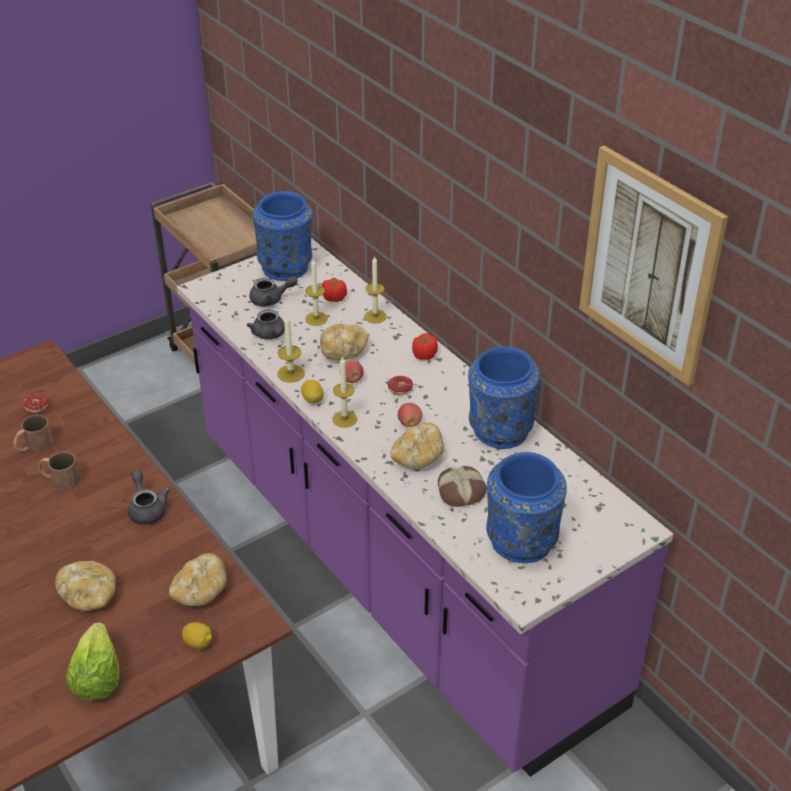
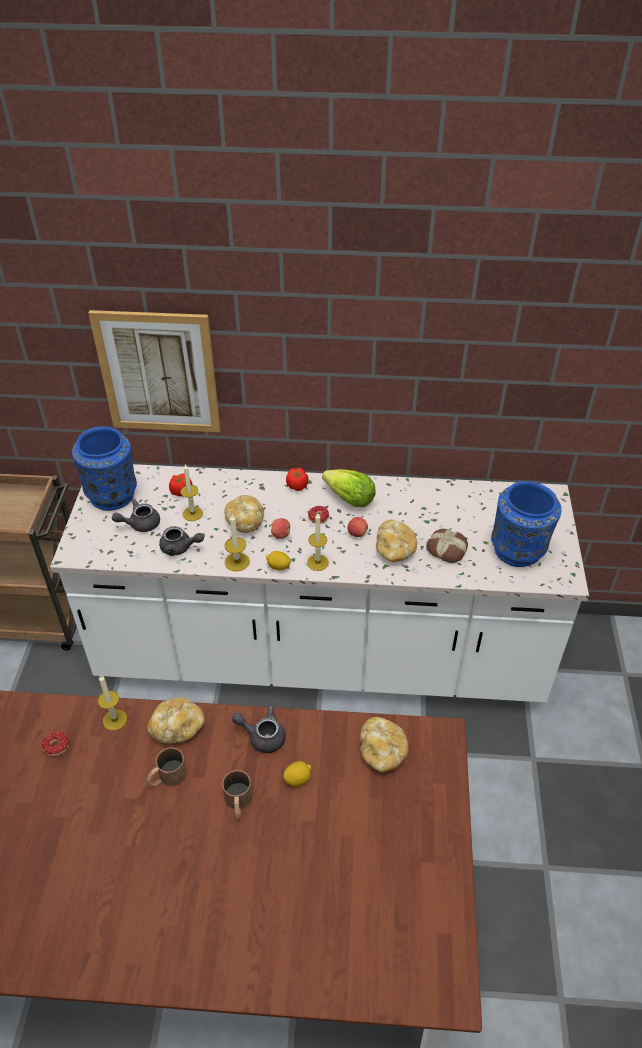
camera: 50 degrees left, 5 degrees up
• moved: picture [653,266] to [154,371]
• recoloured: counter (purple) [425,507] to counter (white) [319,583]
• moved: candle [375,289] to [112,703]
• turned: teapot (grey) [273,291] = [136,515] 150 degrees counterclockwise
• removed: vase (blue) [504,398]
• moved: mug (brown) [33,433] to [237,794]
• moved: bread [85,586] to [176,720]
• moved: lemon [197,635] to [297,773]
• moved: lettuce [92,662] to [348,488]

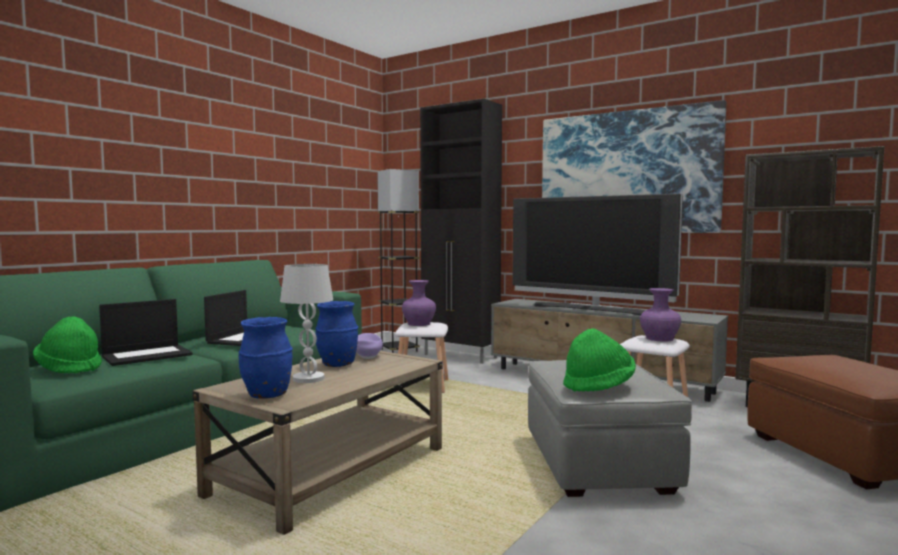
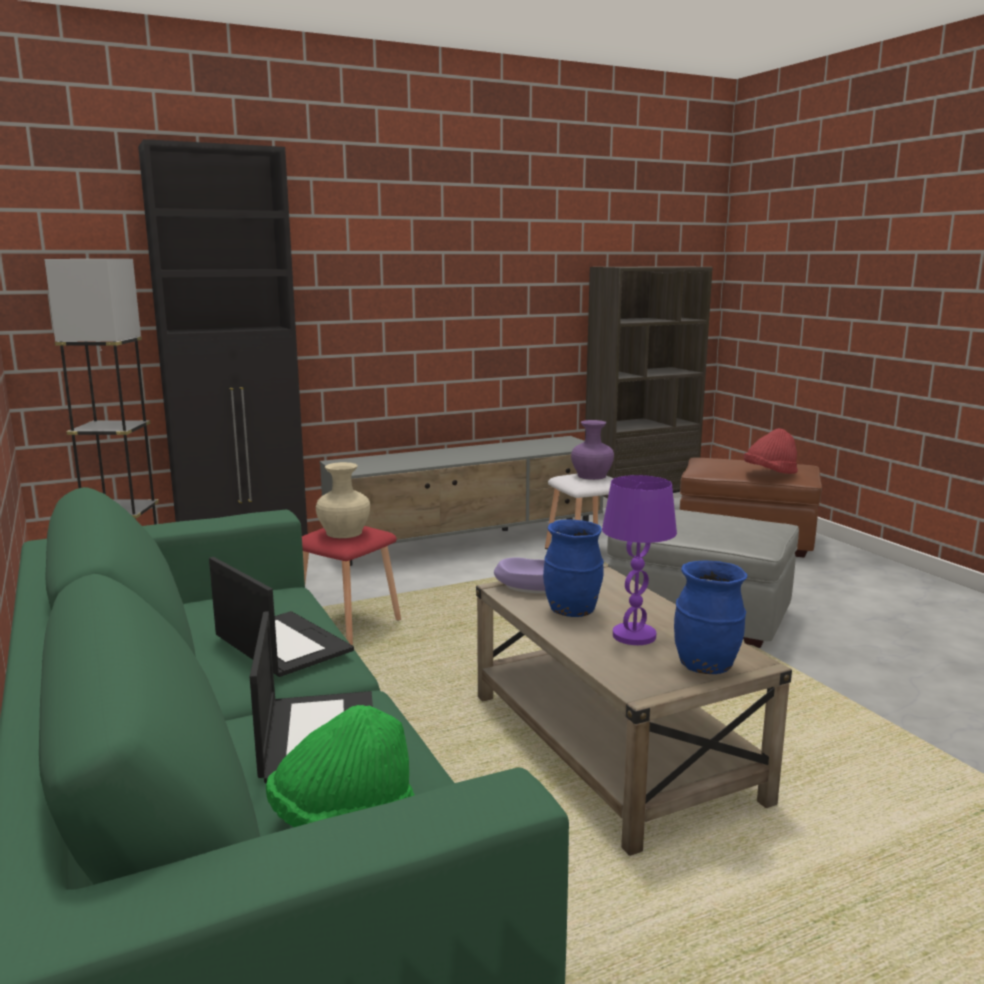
camera: 60 degrees left, 10 degrees up
• removed: picture [634,166]
• removed: television [597,254]
• recoloured: table lamp (white) [306,323] to table lamp (purple) [639,560]
• recoloured: vase (purple) [419,303] to vase (beige) [343,500]
• recoloured: stool (white) [422,357] to stool (red) [351,585]
• removed: hat (green) [599,360]
• added: hat (red) [771,451]

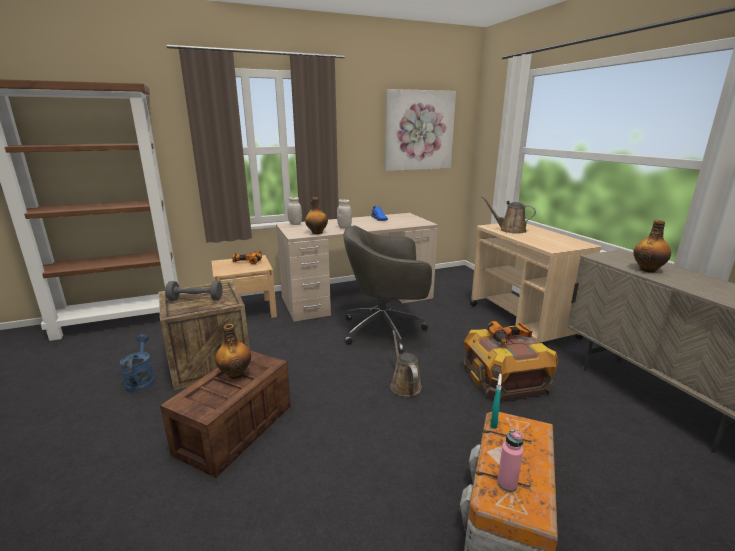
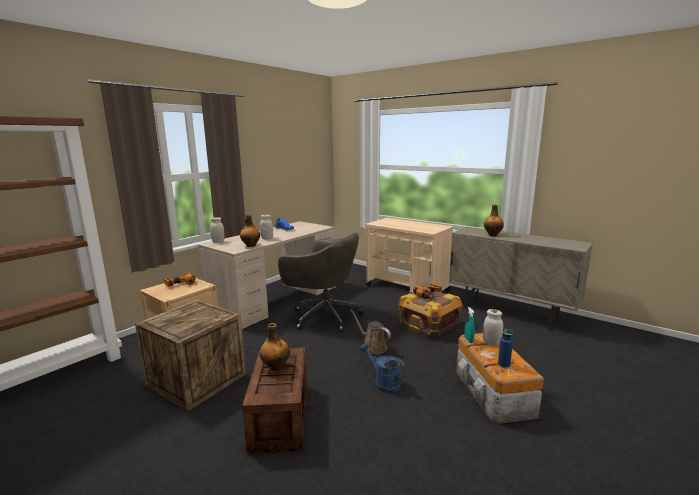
camera: 30 degrees left, 5 degrees down
• removed: picture [420,130]
• removed: watering can (brown) [508,215]
• turned: office chair (grey) [387,288] = [321,282] 120 degrees counterclockwise
• removed: dumbbell (grey) [194,291]
• moved: watering can (blue) [137,364] to [383,368]
• recoloured: bottle (pink) [510,460] to bottle (blue) [505,348]
• added: jar (white) [493,327]

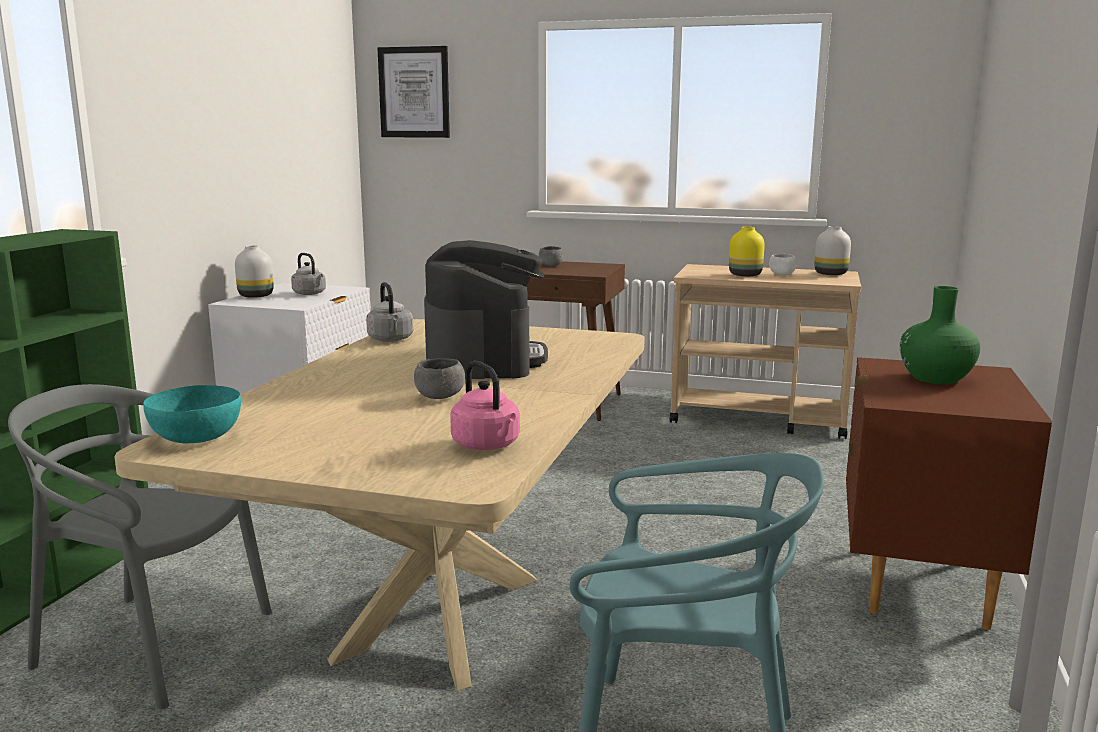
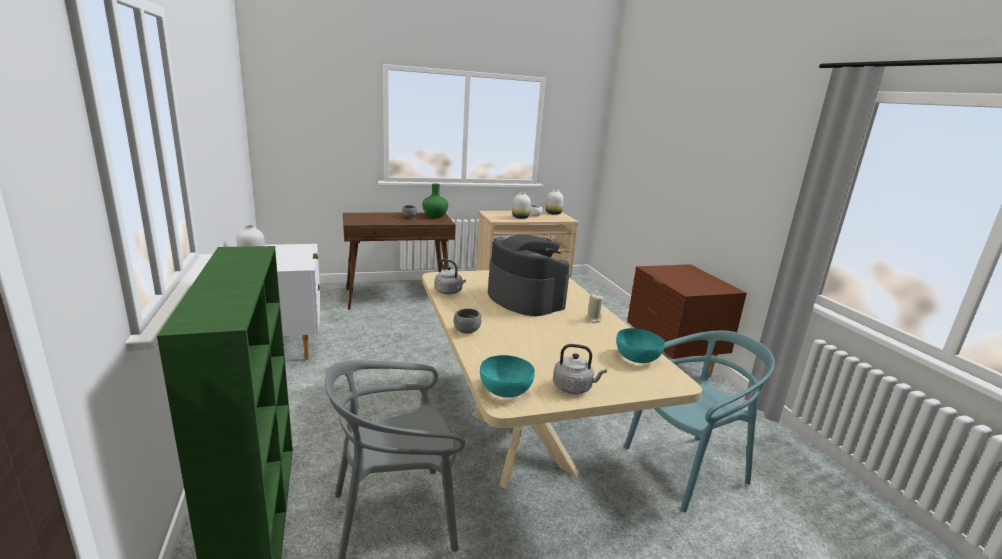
camera: 35 degrees left, 5 degrees up
• removed: picture [413,92]
• recoloured: vase (yellow) [747,251] to vase (white) [521,205]
• moved: kettle (grey) [308,274] to [580,369]
• moved: vase (green) [940,335] to [435,200]
• moved: bowl (grey) [439,378] to [467,321]
• replaced: kettle (pink) [485,405] to bowl (turquoise) [640,345]
• added: candle (beige) [594,308]

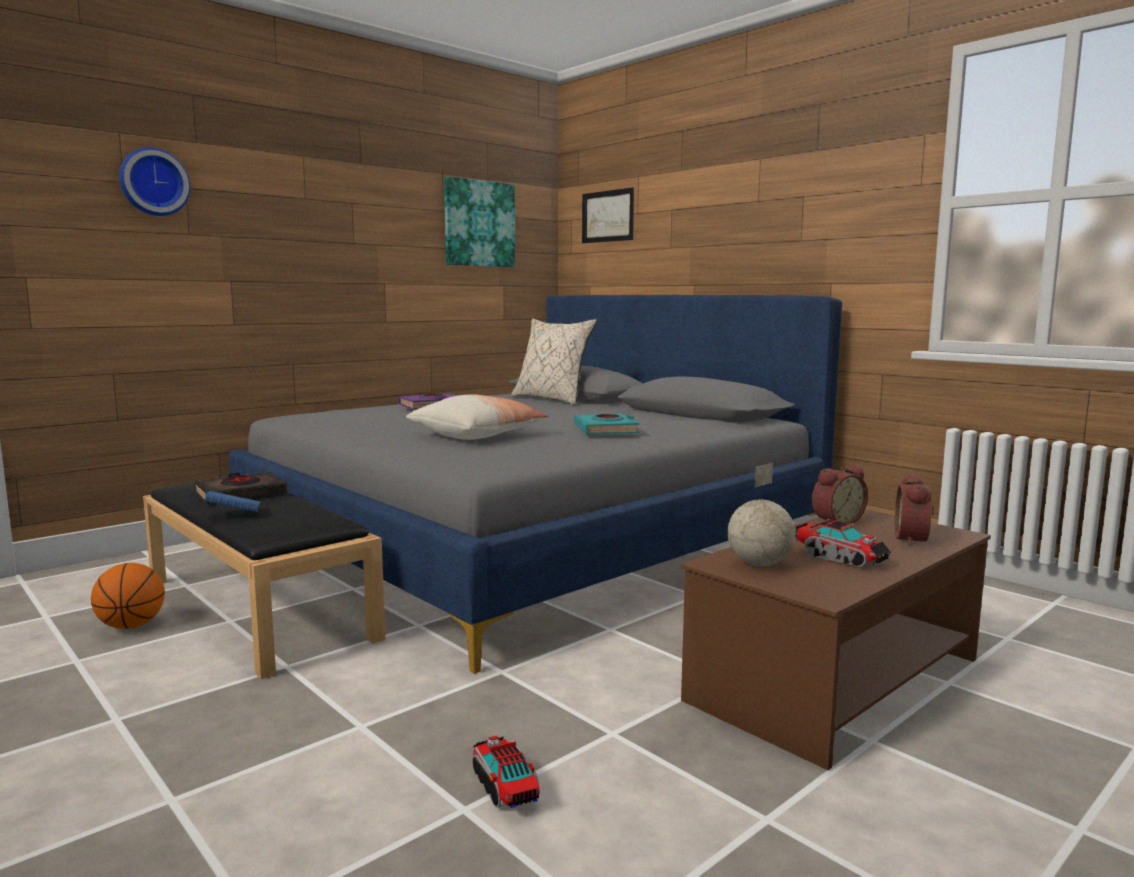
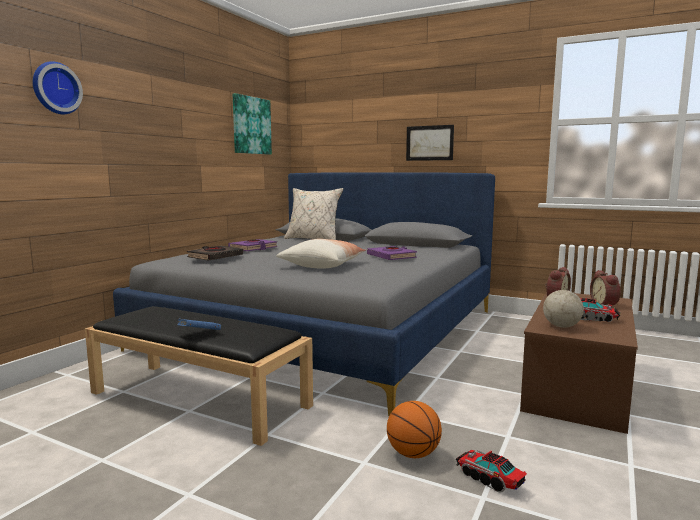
camera: 20 degrees left, 0 degrees up
• moved: picture [608,215] to [430,143]
• recoloured: book (turquoise) [606,424] to book (purple) [392,253]
• moved: book (black) [240,487] to [215,253]
• moved: basketball [128,596] to [414,429]

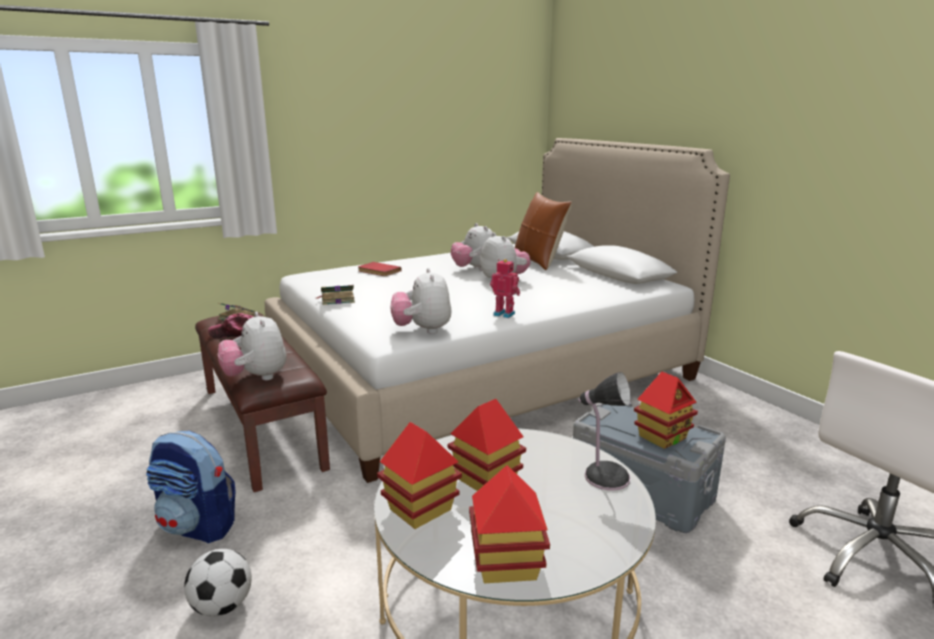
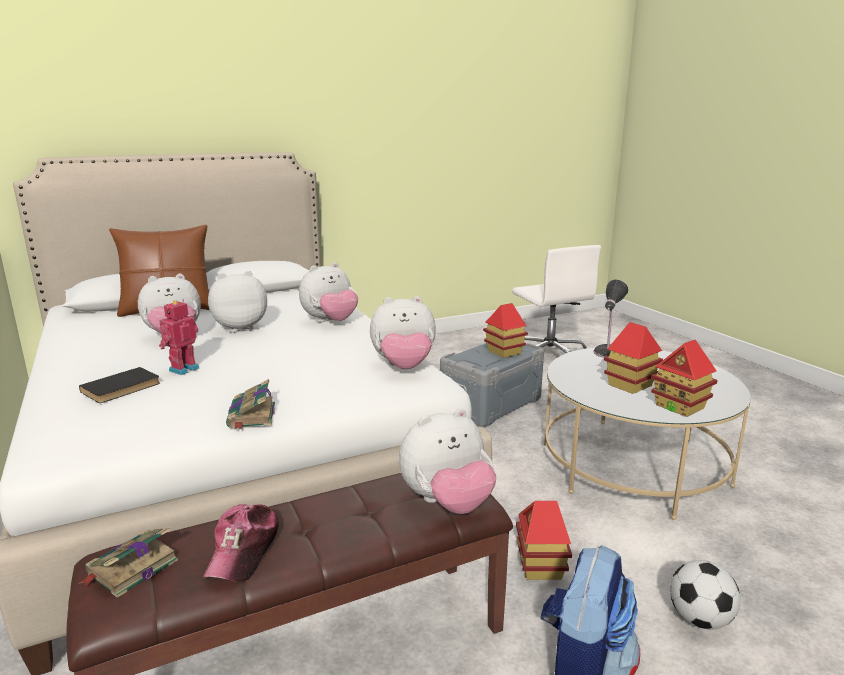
camera: 85 degrees left, 0 degrees up
• moved: toy robot [505,288] to [179,337]
• recoloured: book (red) [380,269] to book (black) [119,385]
• moved: toy house [509,524] to [544,540]
• added: plush toy [328,292]

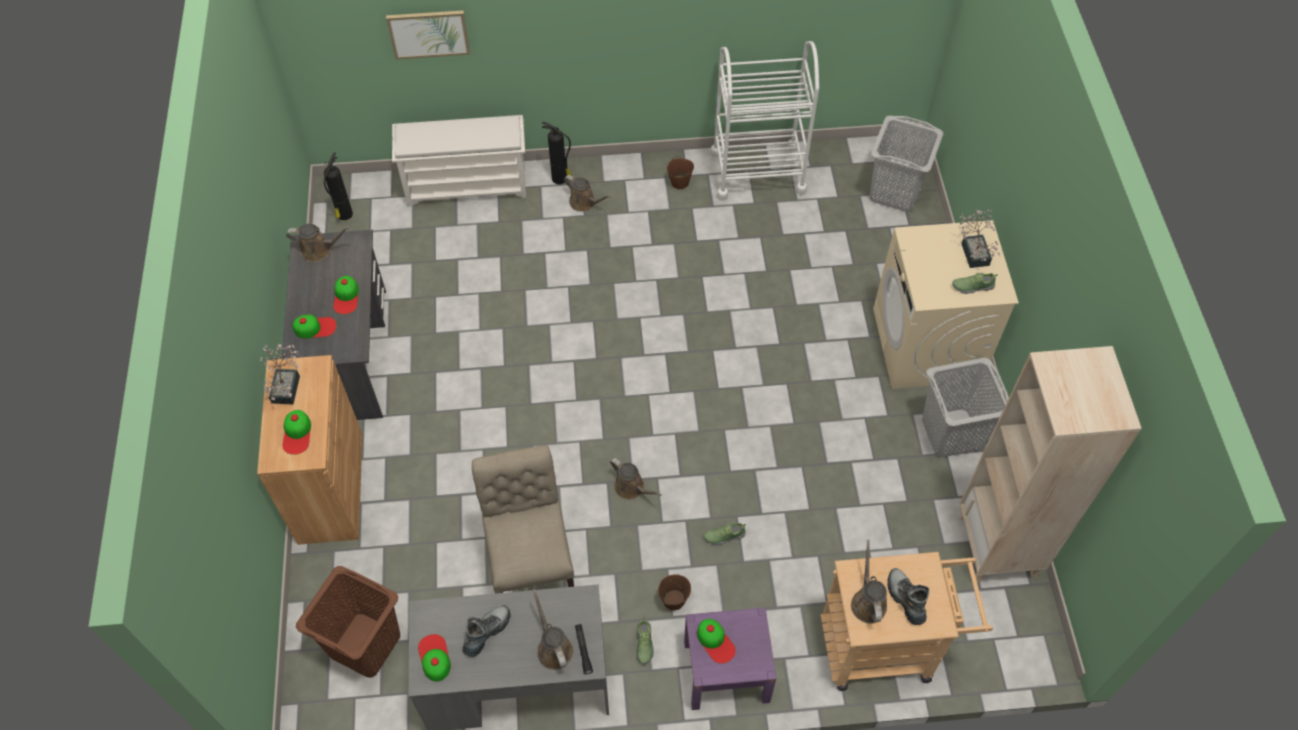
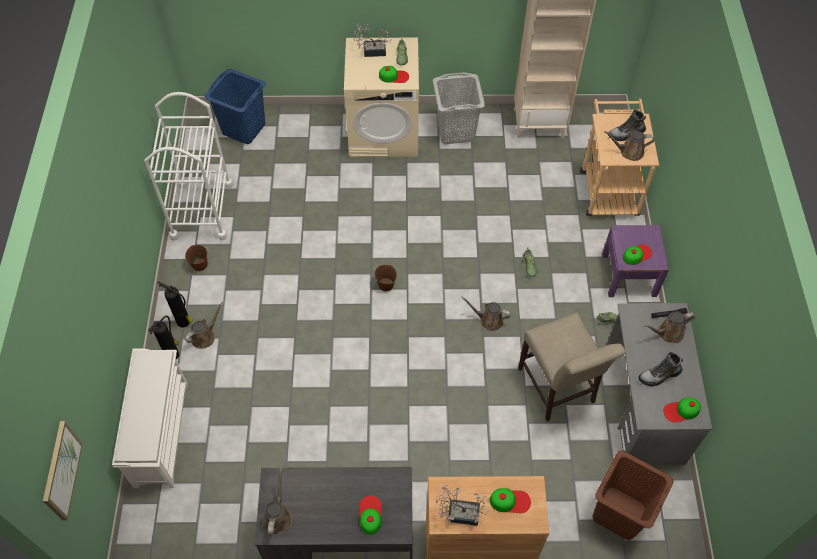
camera: 85 degrees left, 0 degrees up
• moved: picture [428,35] to [63,471]
• recoloured: laundry basket (grey) [906,163] to laundry basket (blue) [235,106]
• moved: fire extinguisher [338,186] to [175,304]
• moved: cap [346,295] to [394,74]
• turned: chair (beige) [523,519] = [571,366] 105 degrees counterclockwise
• turned: watering can (brown) [636,479] = [486,314] 120 degrees counterclockwise
• moved: bucket (brown) [674,592] to [385,278]
• turned: boot [486,631] = [661,369] 60 degrees counterclockwise

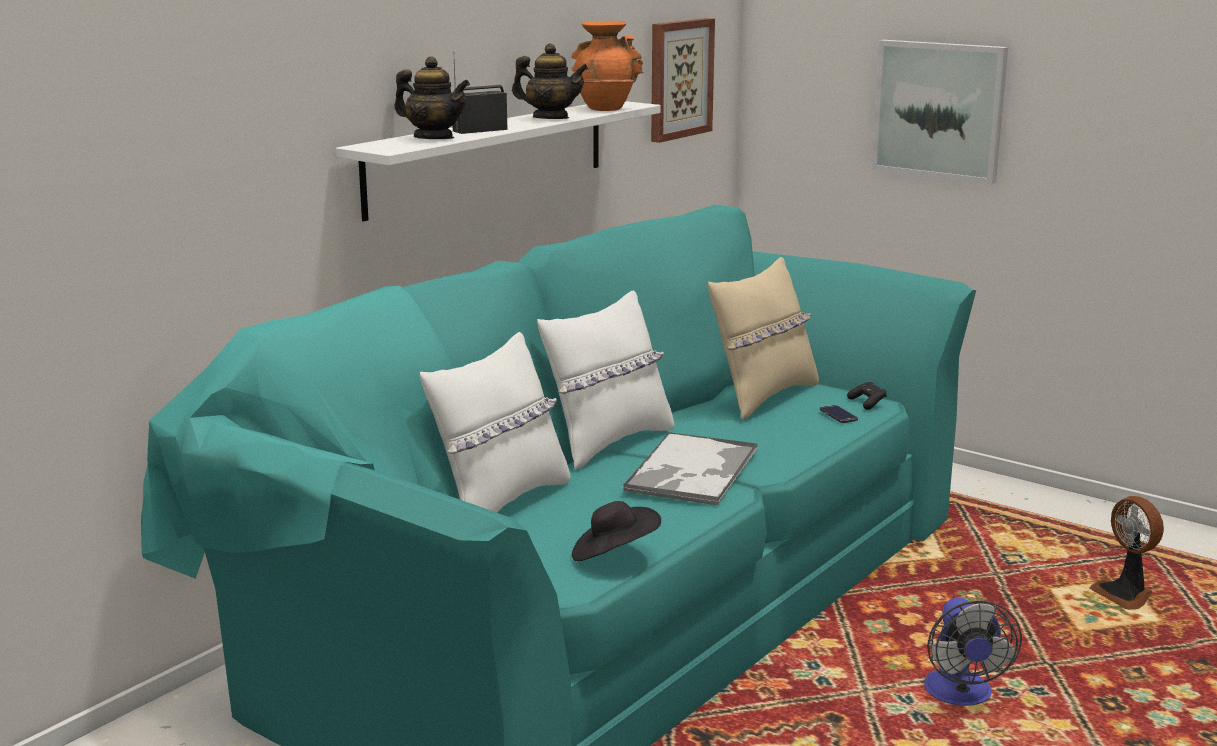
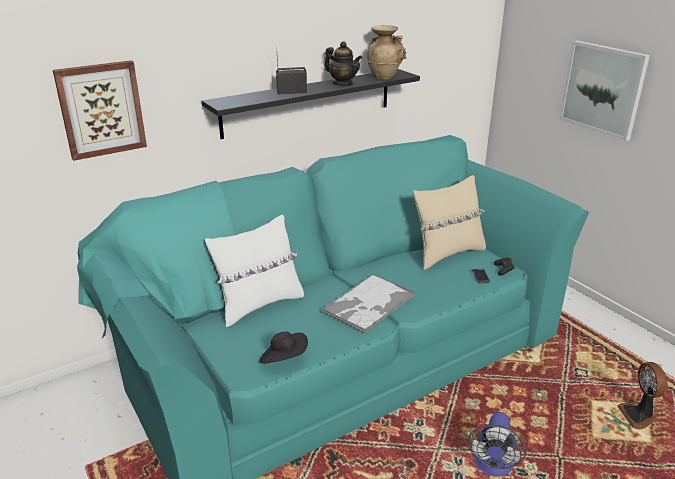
camera: 20 degrees right, 10 degrees up
• moved: picture [683,80] to [100,110]
• recoloured: vase (orange) [608,66] to vase (beige) [386,52]
• removed: teapot [432,97]
• recoloured: shelf (white) [498,161] to shelf (black) [311,104]
• removed: pillow (white) [605,380]

